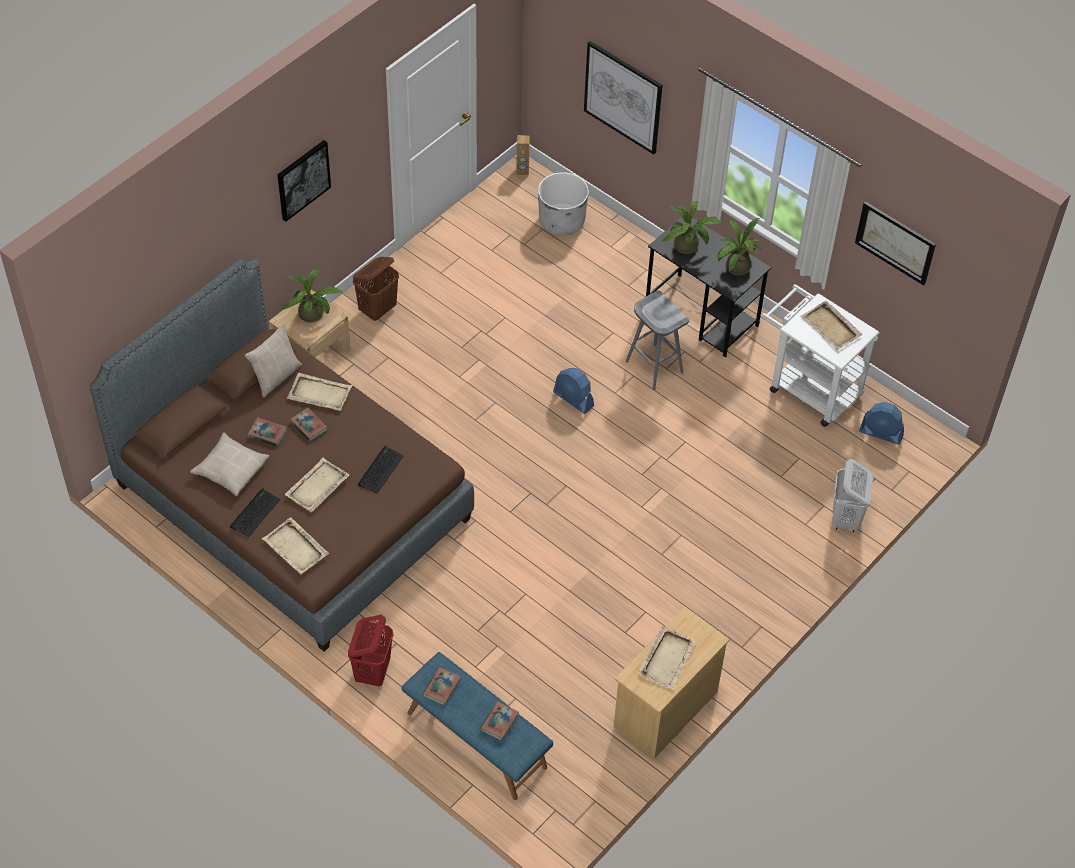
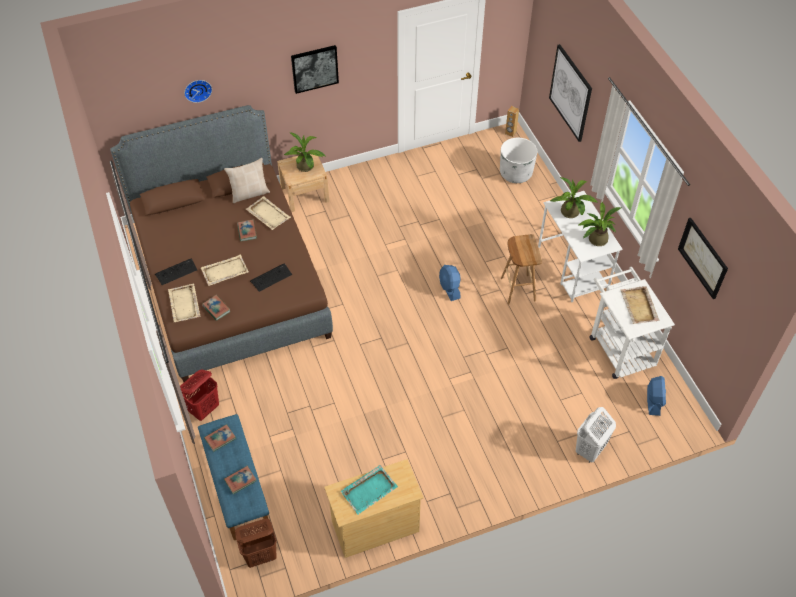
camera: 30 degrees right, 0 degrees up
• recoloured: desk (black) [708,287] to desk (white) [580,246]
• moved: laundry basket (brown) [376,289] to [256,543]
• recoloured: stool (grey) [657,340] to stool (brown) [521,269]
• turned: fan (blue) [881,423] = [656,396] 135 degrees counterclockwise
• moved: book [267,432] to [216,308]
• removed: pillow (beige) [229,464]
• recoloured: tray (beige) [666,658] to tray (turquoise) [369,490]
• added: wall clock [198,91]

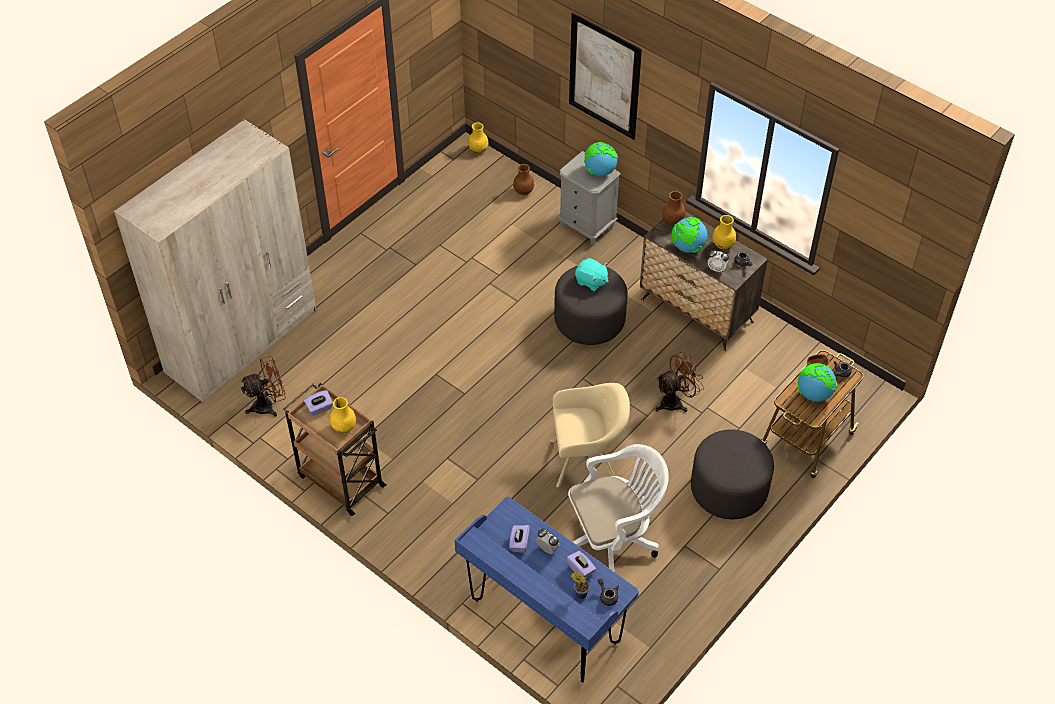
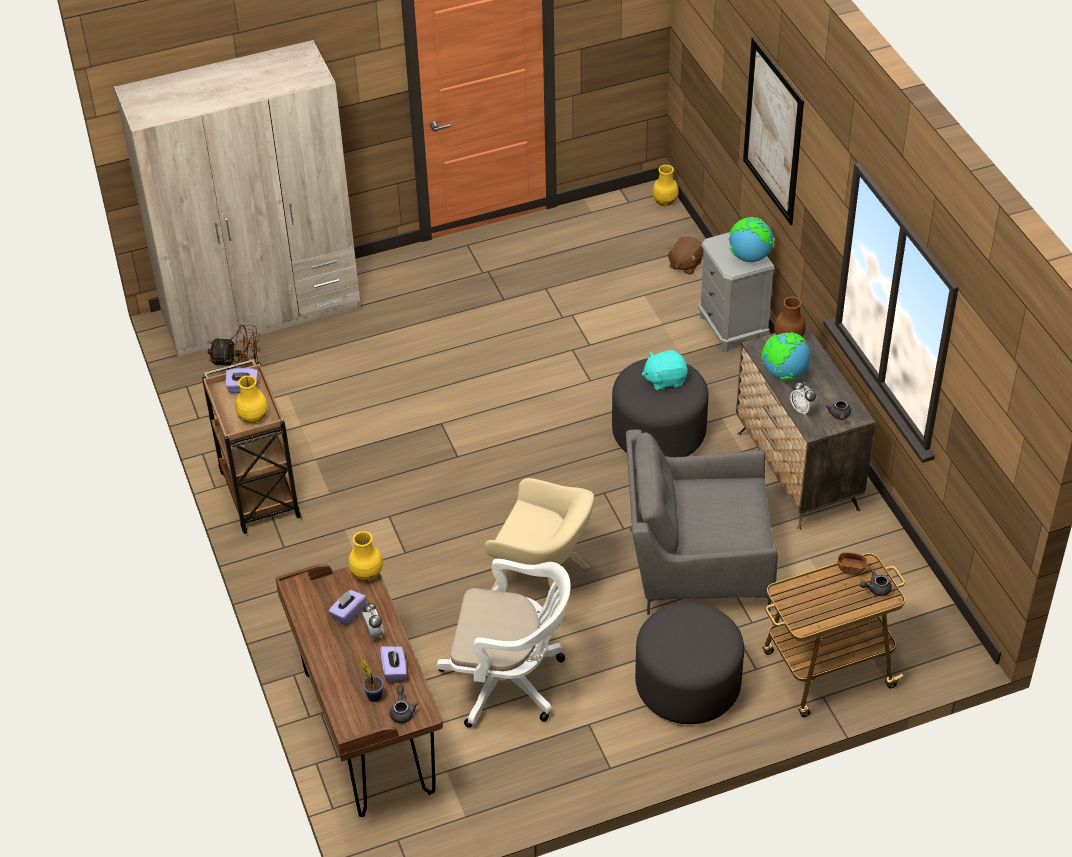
camera: 30 degrees right, 5 degrees down
• replaced: vase (brown) [523,179] to plush toy (brown) [685,255]
• moved: vase (yellow) [724,232] to [365,556]
• turned: plush toy (turquoise) [591,274] = [664,370] 105 degrees clockwise
• replaced: fan (brown) [679,382] to armchair (grey) [702,522]
• removed: globe [817,382]
• recoloured: desk (blue) [547,590] to desk (brown) [359,690]

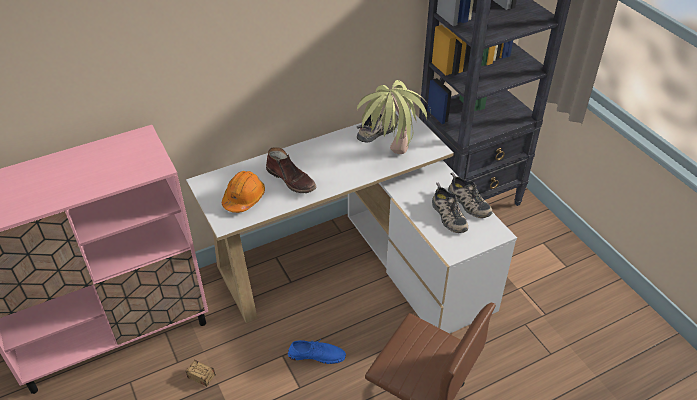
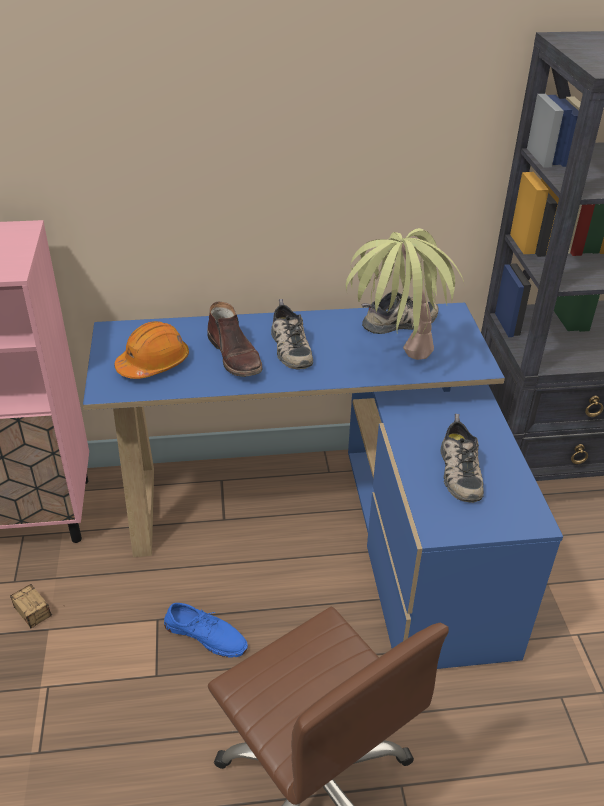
camera: 20 degrees right, 5 degrees down
• recoloured: desk (white) [351,221] to desk (blue) [323,486]
• moved: shoe [470,195] to [292,334]

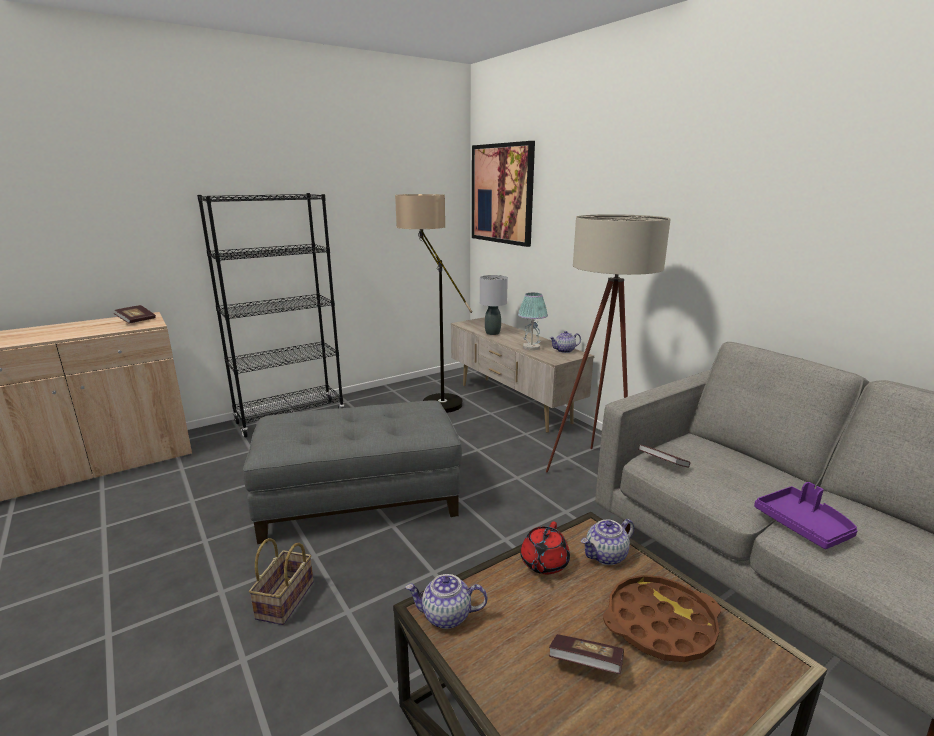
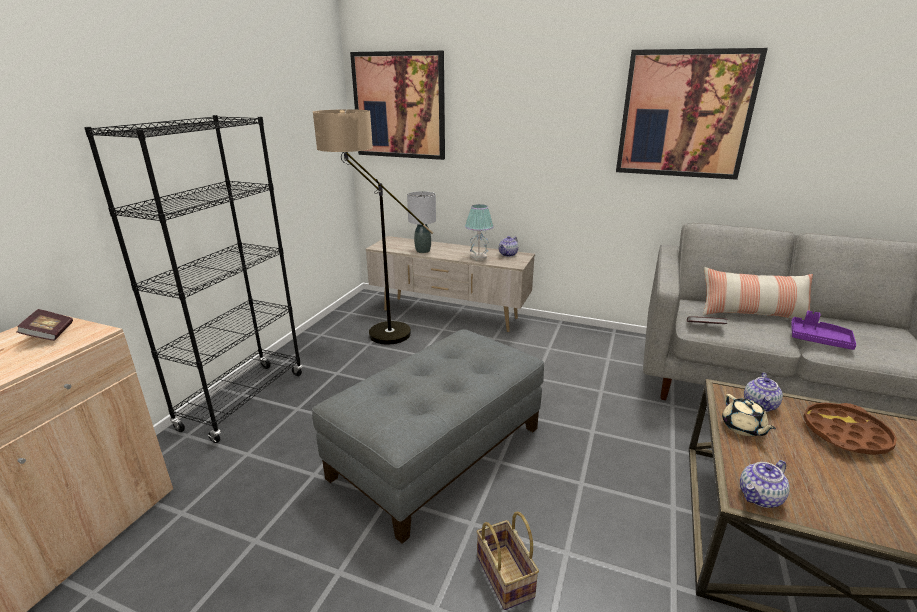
camera: 35 degrees left, 5 degrees up
• removed: floor lamp (beige) [608,343]
• recoloured: teapot (red) [545,548] to teapot (beige) [749,415]
• removed: book [586,654]
• added: picture [692,114]
• added: pillow [758,293]

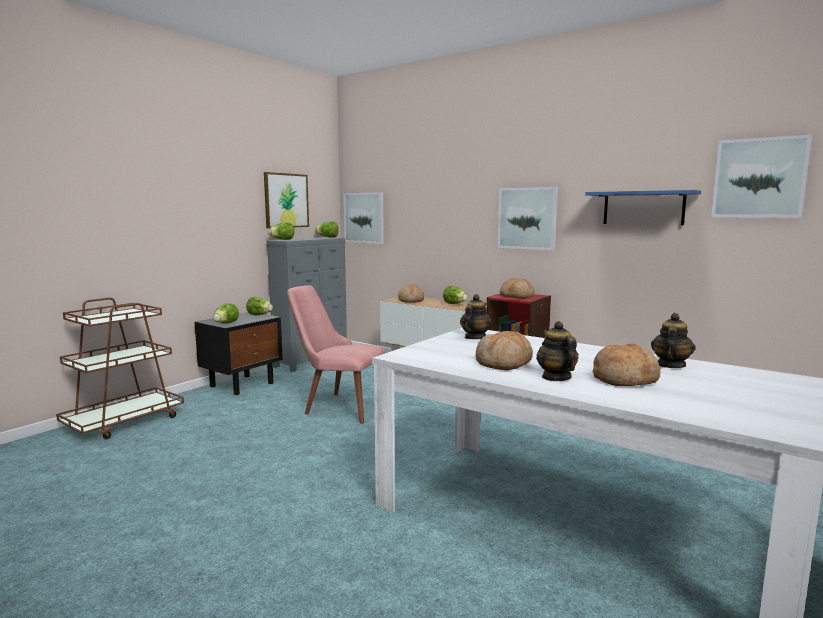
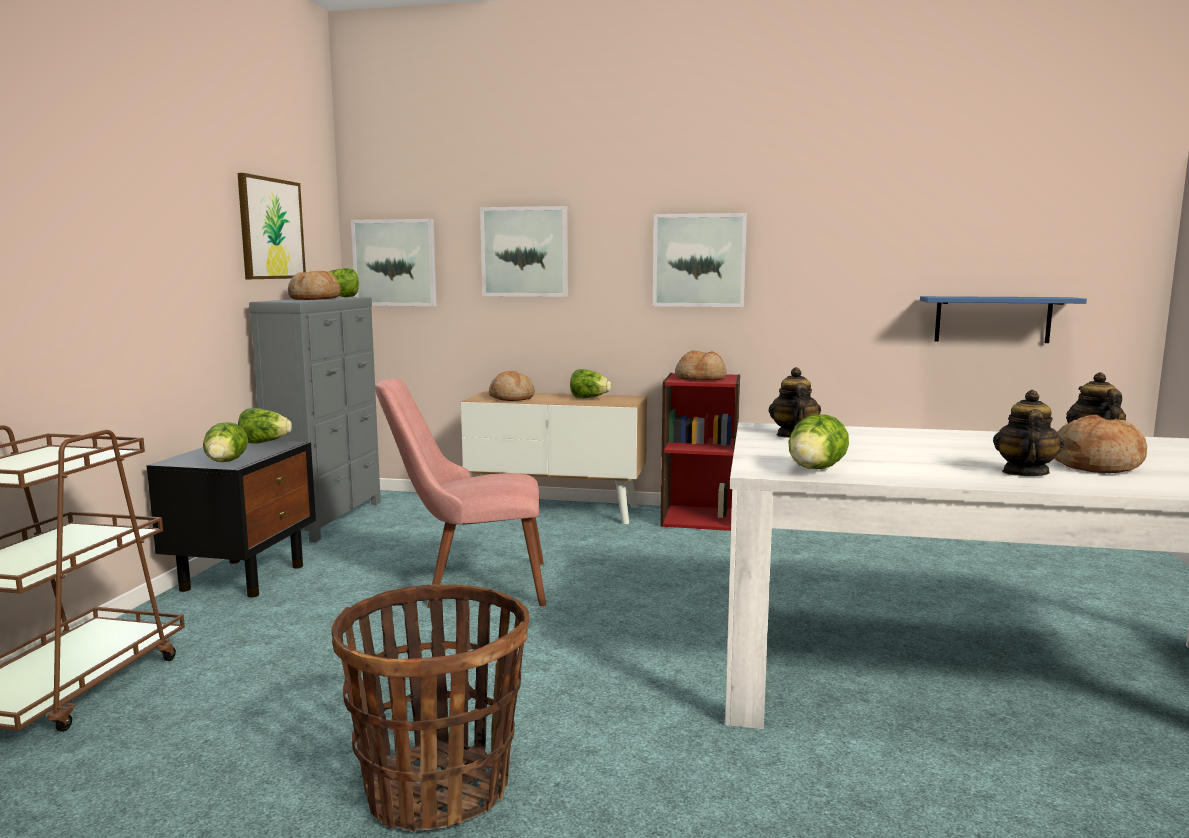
camera: 25 degrees left, 0 degrees up
• moved: picture [761,176] to [524,251]
• moved: shelf (blue) [643,207] to [1003,319]
• moved: lettuce [281,231] to [819,441]
• turned: teapot [557,351] = [1028,433] 60 degrees clockwise
• moved: bread [504,350] to [314,285]
• added: basket [430,708]

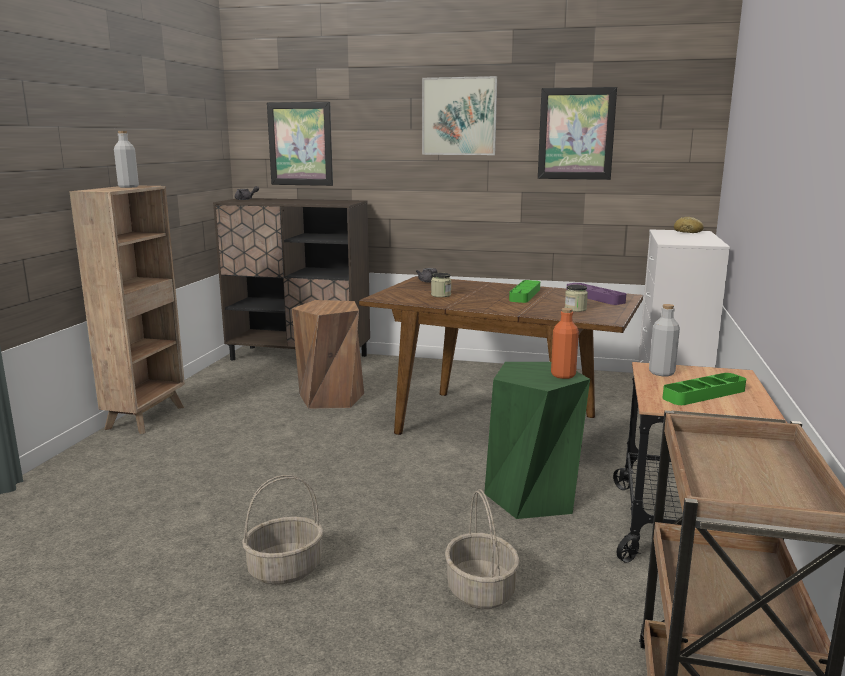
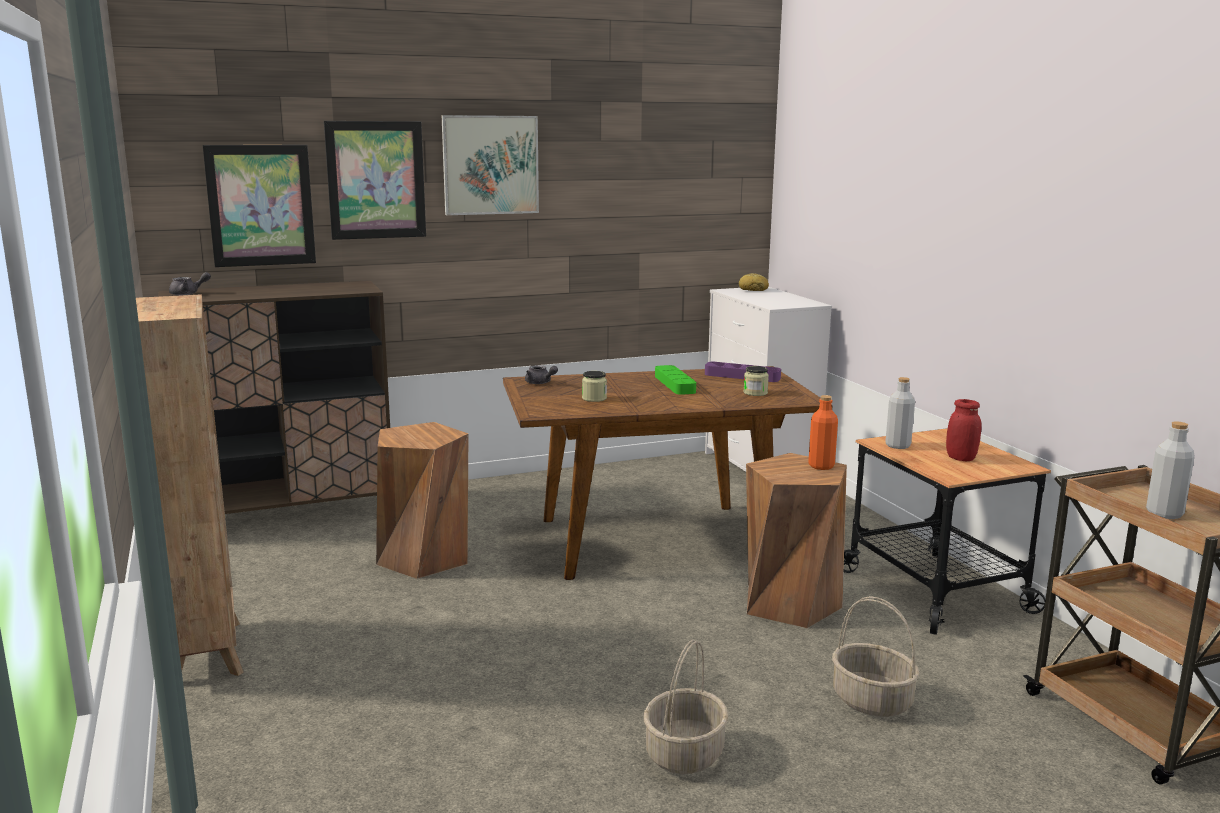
camera: 35 degrees left, 0 degrees up
• moved: picture [577,133] to [375,180]
• moved: bottle (grey) [126,159] to [1170,470]
• recoloured: stool (green) [537,440] to stool (brown) [796,540]
• replaced: tray (green) [704,389] to jar (red) [964,430]

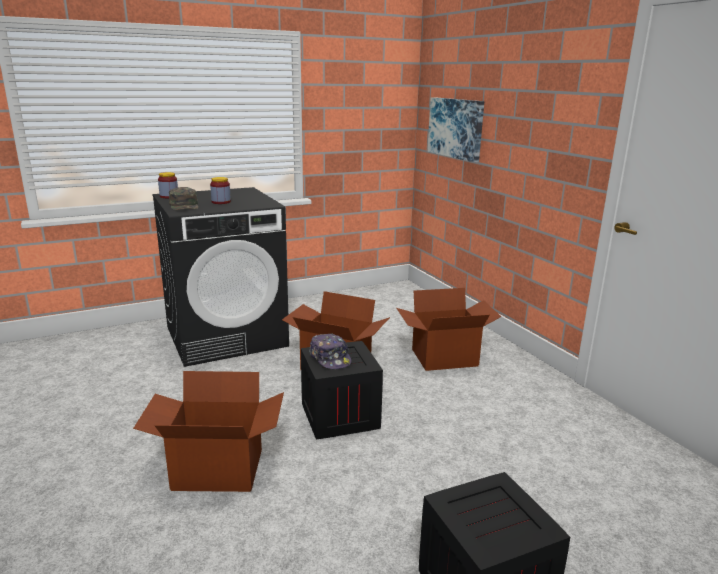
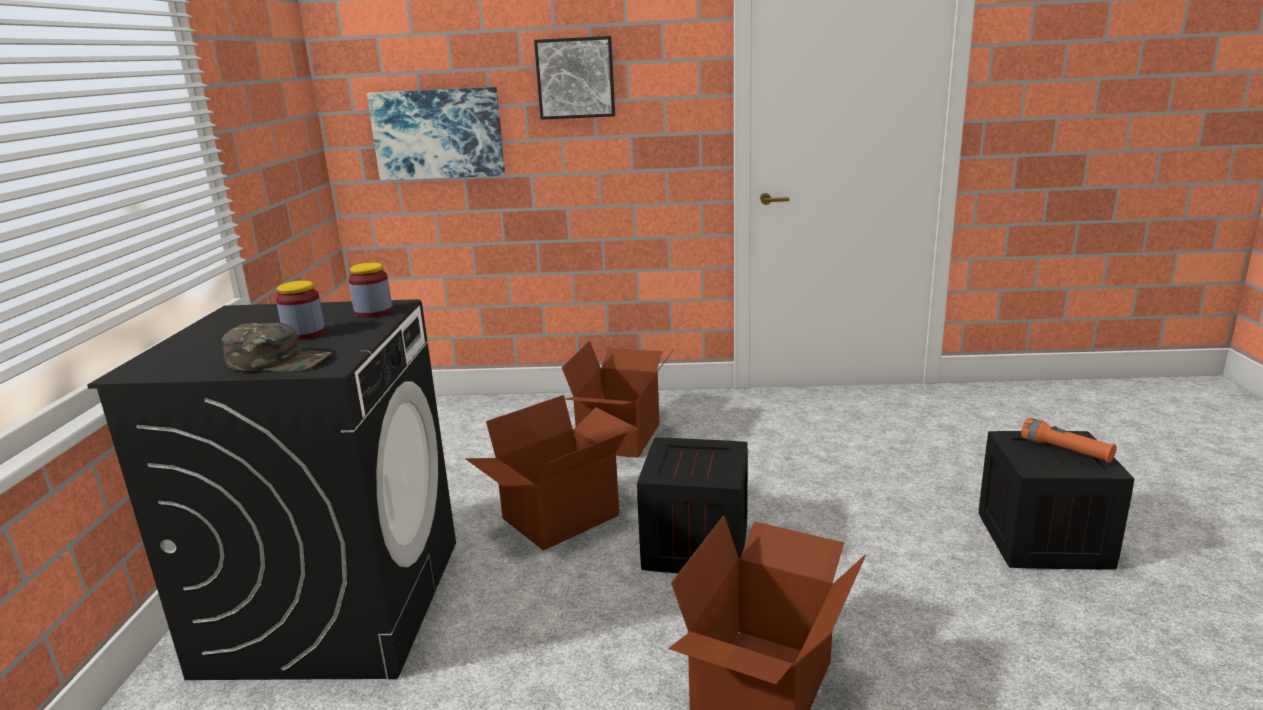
camera: 60 degrees left, 0 degrees up
• moved: jar [168,185] to [370,289]
• removed: cap [330,351]
• added: picture [574,78]
• added: flashlight (orange) [1069,440]

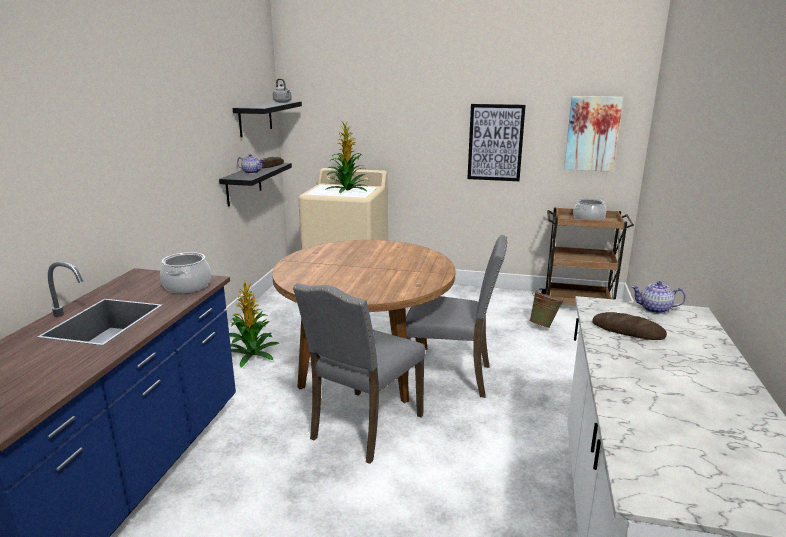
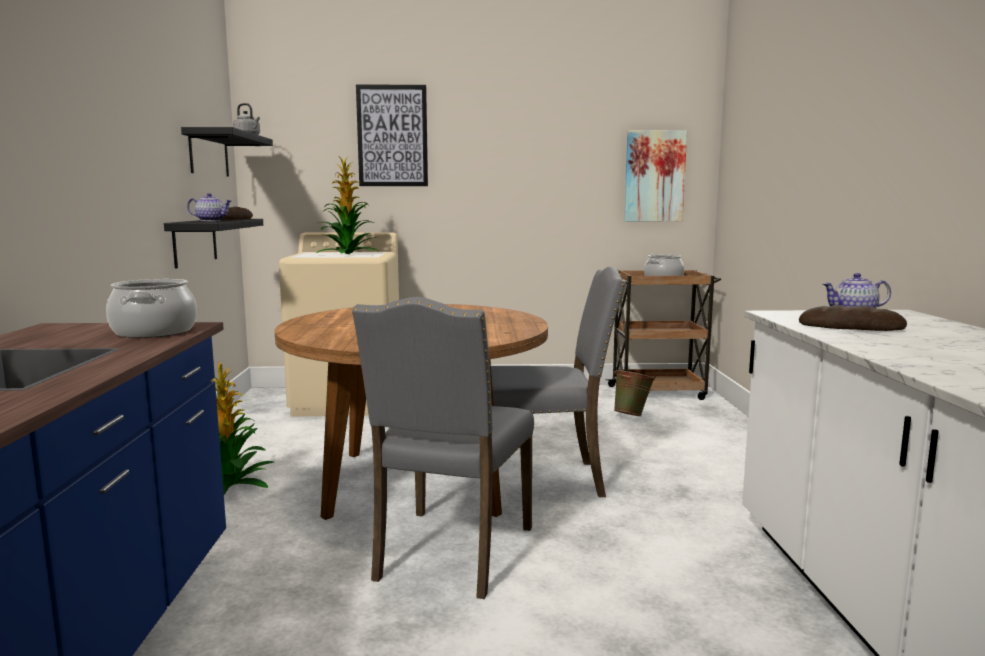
camera: 15 degrees left, 10 degrees down
• moved: picture [496,142] to [392,135]

